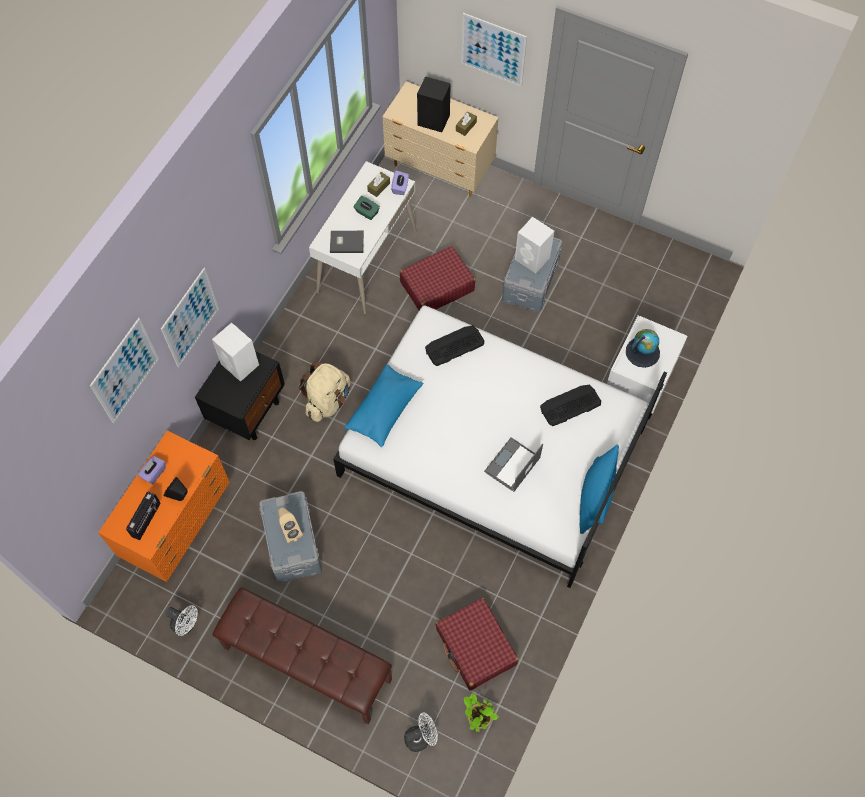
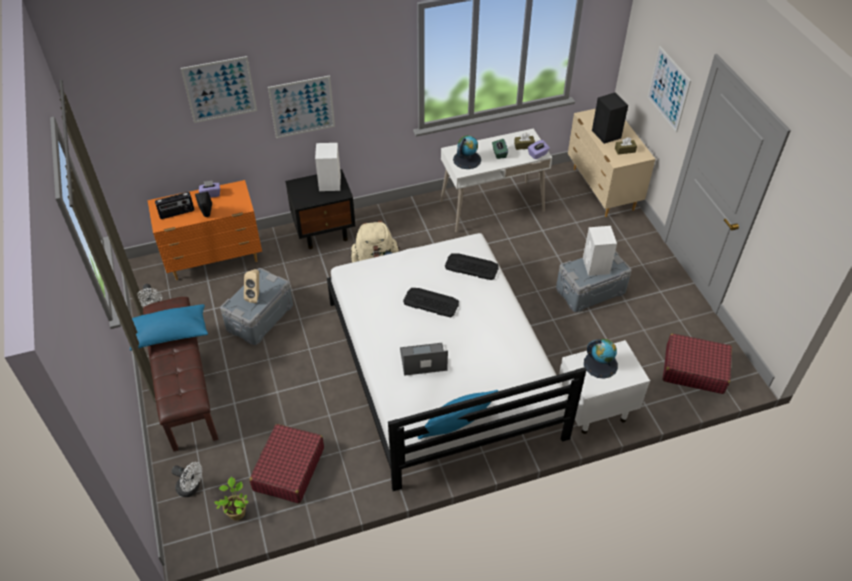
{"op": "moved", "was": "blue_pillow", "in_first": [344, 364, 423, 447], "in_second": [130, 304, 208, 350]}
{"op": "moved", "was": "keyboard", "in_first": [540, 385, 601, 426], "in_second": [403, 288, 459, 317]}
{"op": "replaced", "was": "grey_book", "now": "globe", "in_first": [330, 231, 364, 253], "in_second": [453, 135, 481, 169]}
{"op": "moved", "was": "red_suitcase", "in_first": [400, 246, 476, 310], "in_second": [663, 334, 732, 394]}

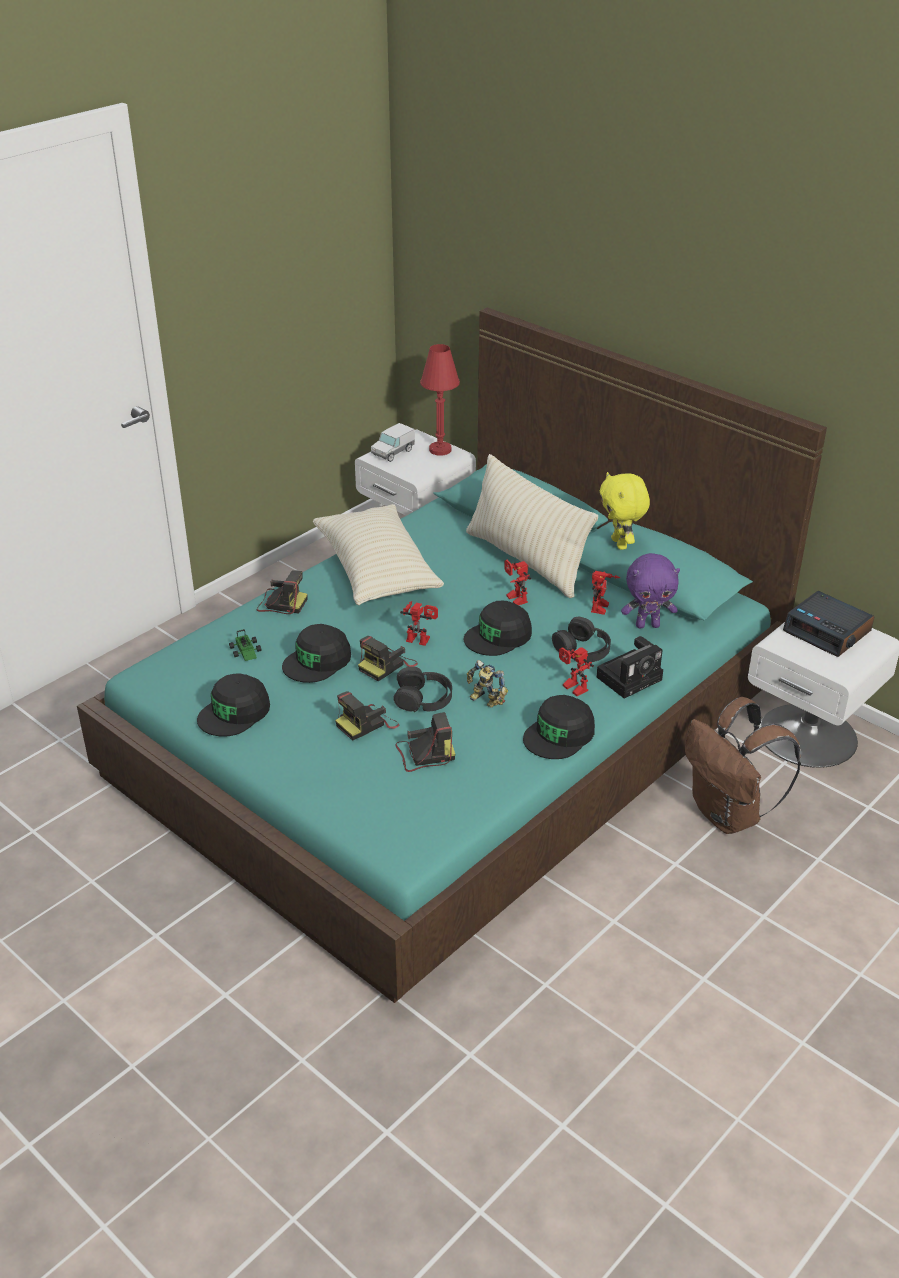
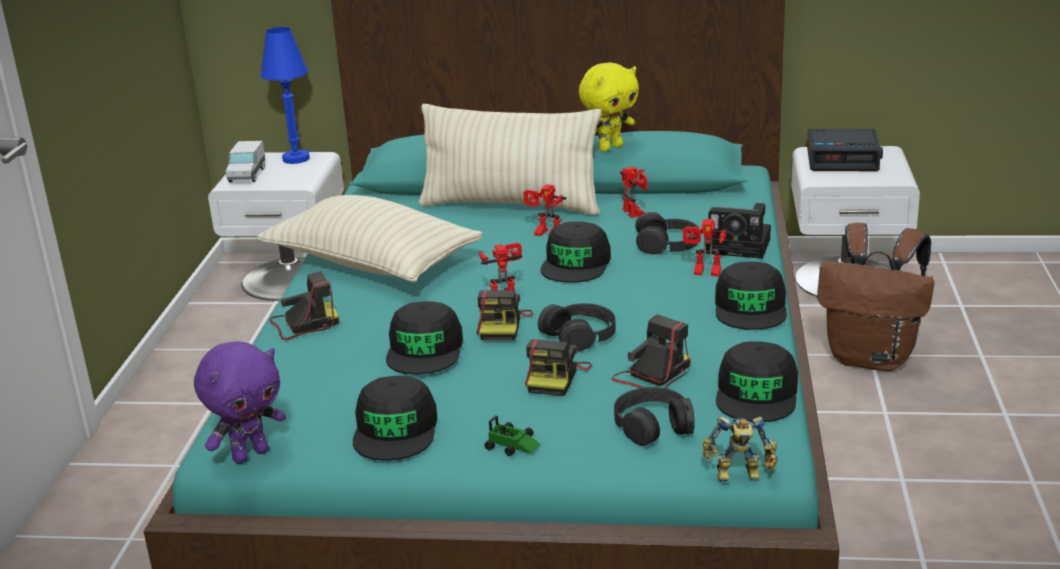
{"op": "moved", "was": "purple_plush_toy", "in_first": [621, 553, 680, 628], "in_second": [194, 341, 286, 464]}
{"op": "recoloured", "was": "red_table_lamp", "now": "blue_table_lamp", "in_first": [420, 344, 460, 456], "in_second": [260, 27, 310, 164]}
{"op": "moved", "was": "toy_car", "in_first": [229, 629, 262, 661], "in_second": [485, 416, 540, 456]}
{"op": "turned", "was": "yellow_plush_toy", "in_first": [600, 472, 650, 550], "in_second": [579, 62, 639, 152], "clockwise": -75}
{"op": "added", "now": "black_headphones", "in_second": [614, 387, 695, 446]}
{"op": "moved", "was": "toy_robot", "in_first": [467, 660, 508, 708], "in_second": [703, 416, 778, 482]}
{"op": "turned", "was": "photo_camera", "in_first": [597, 636, 663, 698], "in_second": [706, 203, 771, 259], "clockwise": 90}
{"op": "added", "now": "black_cap", "in_second": [716, 341, 798, 422]}

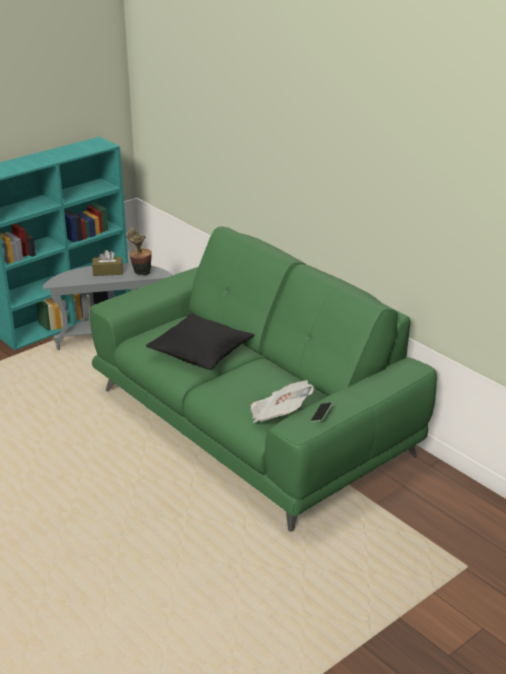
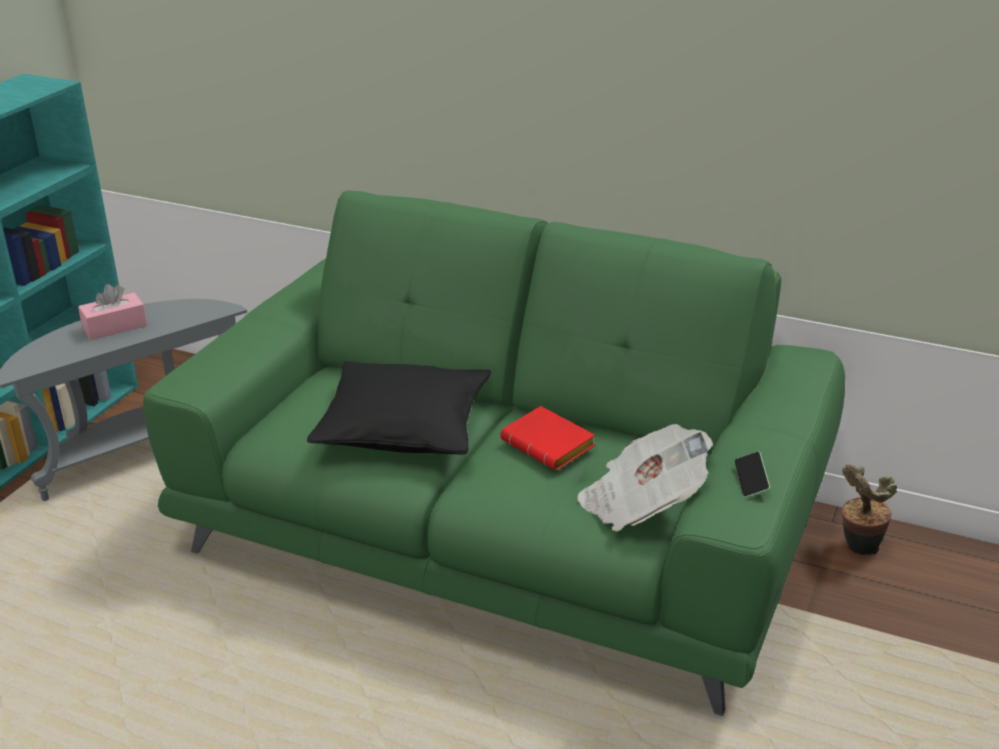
{"op": "recoloured", "was": "brown_tissue_box", "now": "pink_tissue_box", "in_first": [92, 250, 123, 276], "in_second": [78, 284, 147, 340]}
{"op": "added", "now": "red_book", "in_second": [501, 406, 595, 471]}
{"op": "moved", "was": "potted_plant", "in_first": [127, 228, 152, 276], "in_second": [842, 464, 897, 555]}

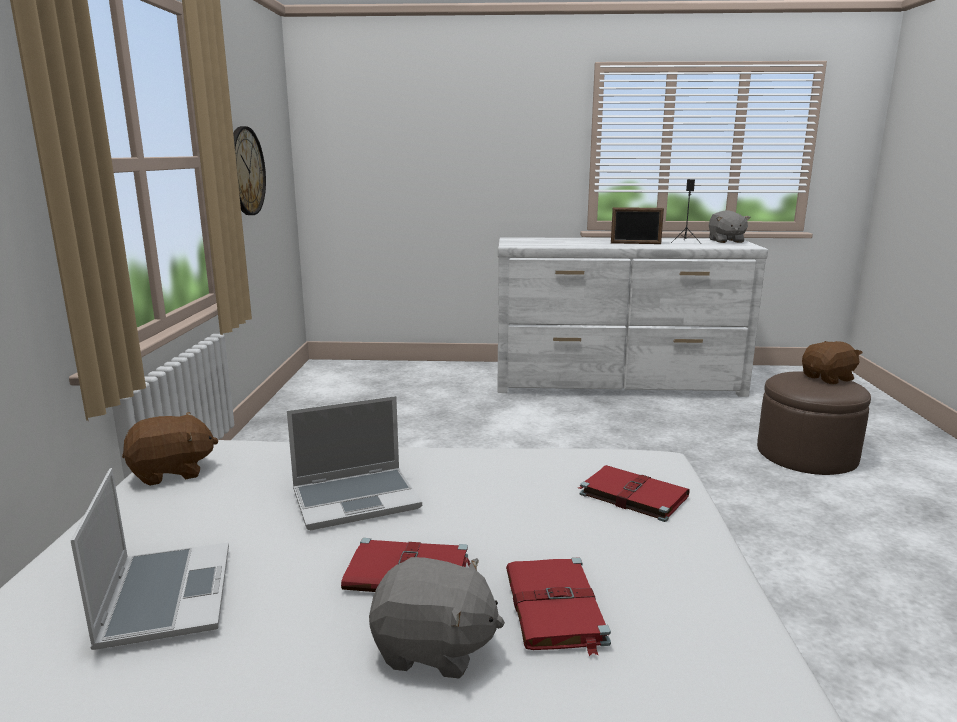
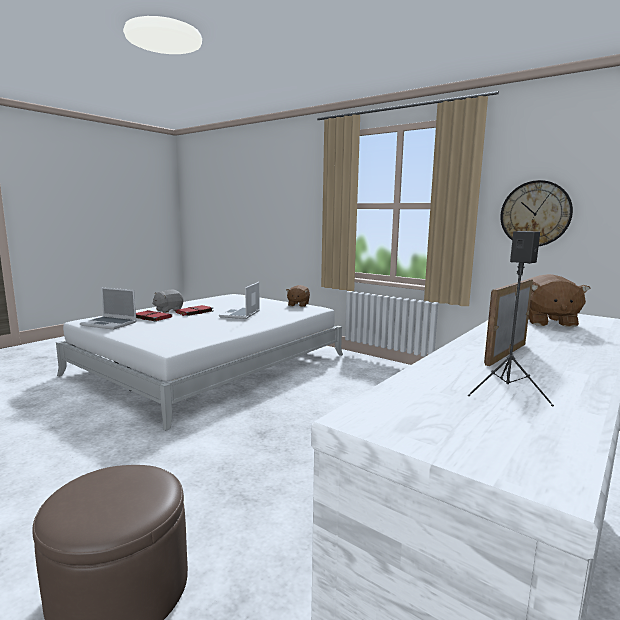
{"op": "moved", "was": "laptop", "in_first": [71, 468, 229, 650], "in_second": [80, 287, 137, 330]}
{"op": "moved", "was": "brown_plush_toy", "in_first": [802, 341, 863, 385], "in_second": [528, 274, 591, 327]}
{"op": "removed", "was": "red_book", "in_first": [578, 465, 690, 522]}
{"op": "removed", "was": "grey_plush_toy", "in_first": [709, 210, 751, 243]}

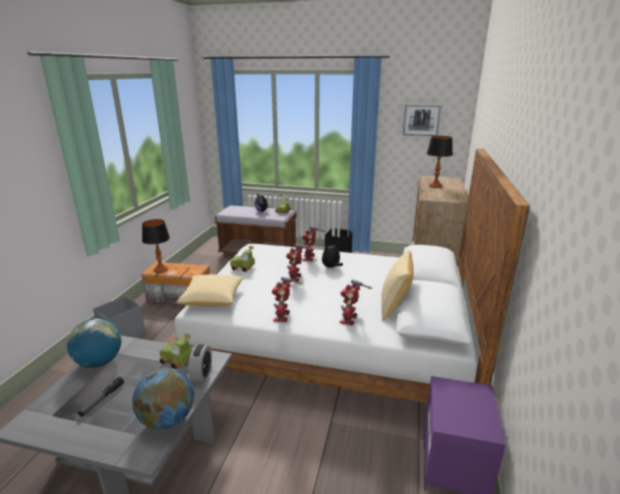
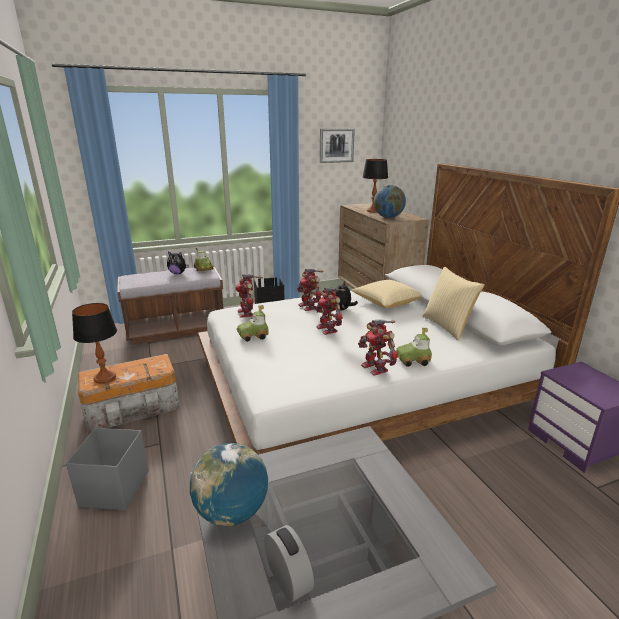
{"op": "moved", "was": "toy_robot", "in_first": [339, 279, 372, 326], "in_second": [236, 274, 263, 318]}
{"op": "moved", "was": "alarm_clock", "in_first": [188, 344, 212, 383], "in_second": [264, 525, 314, 602]}
{"op": "moved", "was": "pillow", "in_first": [176, 275, 244, 306], "in_second": [351, 280, 421, 308]}
{"op": "moved", "was": "globe", "in_first": [132, 367, 194, 430], "in_second": [374, 185, 406, 218]}
{"op": "moved", "was": "toy_car", "in_first": [160, 333, 193, 369], "in_second": [396, 328, 432, 367]}
{"op": "removed", "was": "flashlight", "in_first": [78, 377, 124, 417]}

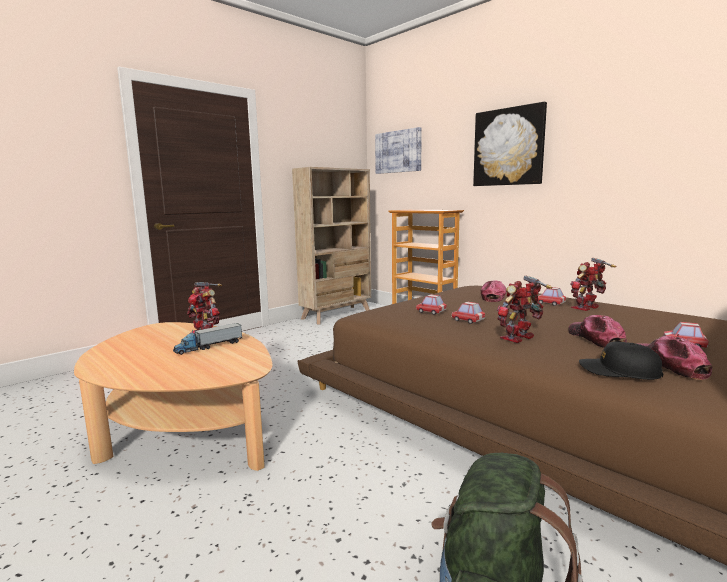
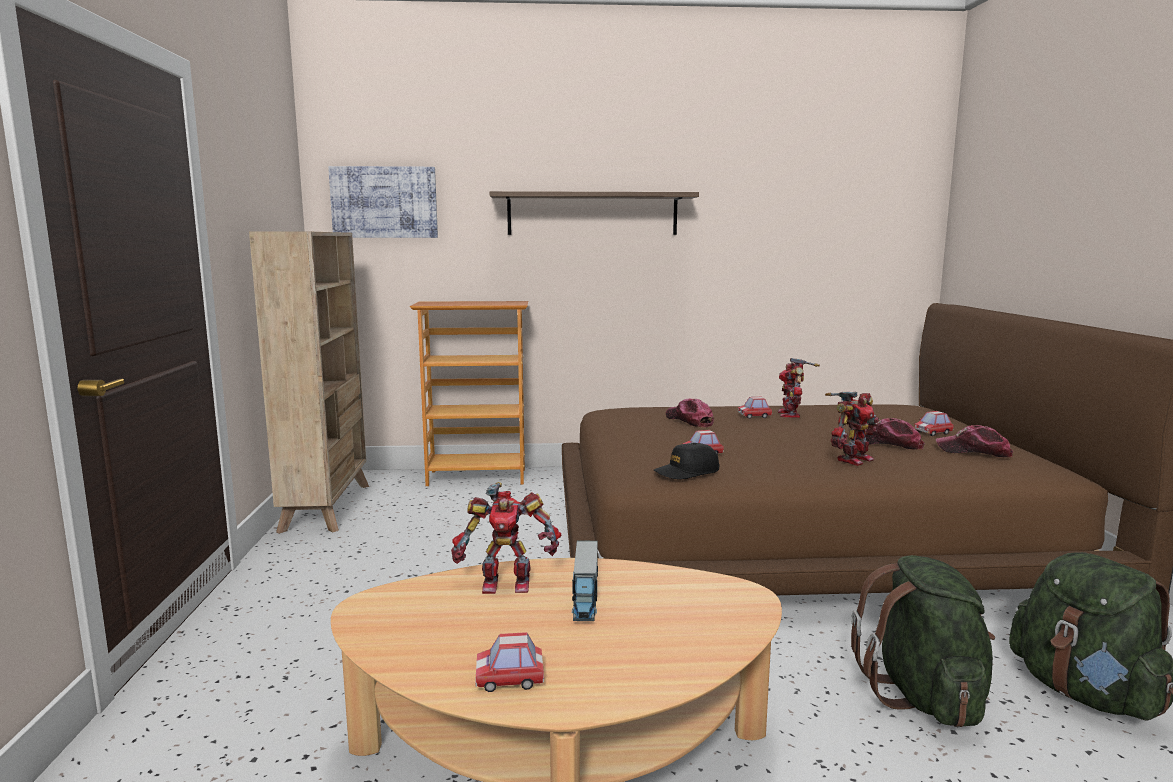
{"op": "moved", "was": "toy_car", "in_first": [451, 302, 485, 324], "in_second": [475, 632, 544, 692]}
{"op": "replaced", "was": "picture", "now": "shelf", "in_first": [473, 102, 547, 186], "in_second": [490, 191, 699, 235]}
{"op": "moved", "was": "black_cap", "in_first": [579, 342, 663, 380], "in_second": [654, 443, 720, 479]}
{"op": "turned", "was": "toy_robot", "in_first": [497, 275, 552, 343], "in_second": [825, 391, 879, 466], "clockwise": -135}
{"op": "added", "now": "green_backpack", "in_second": [851, 555, 995, 727]}

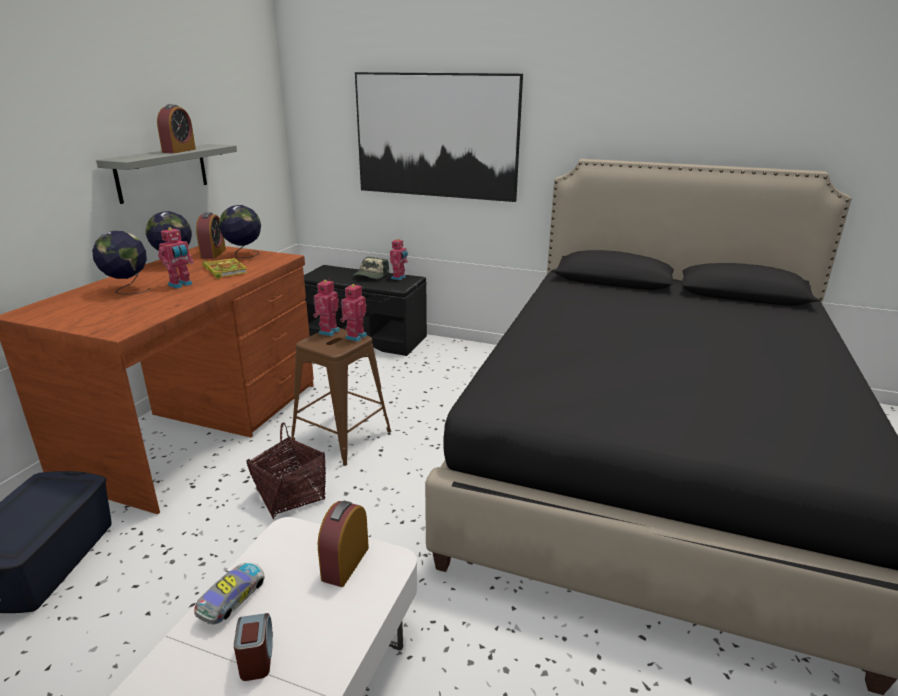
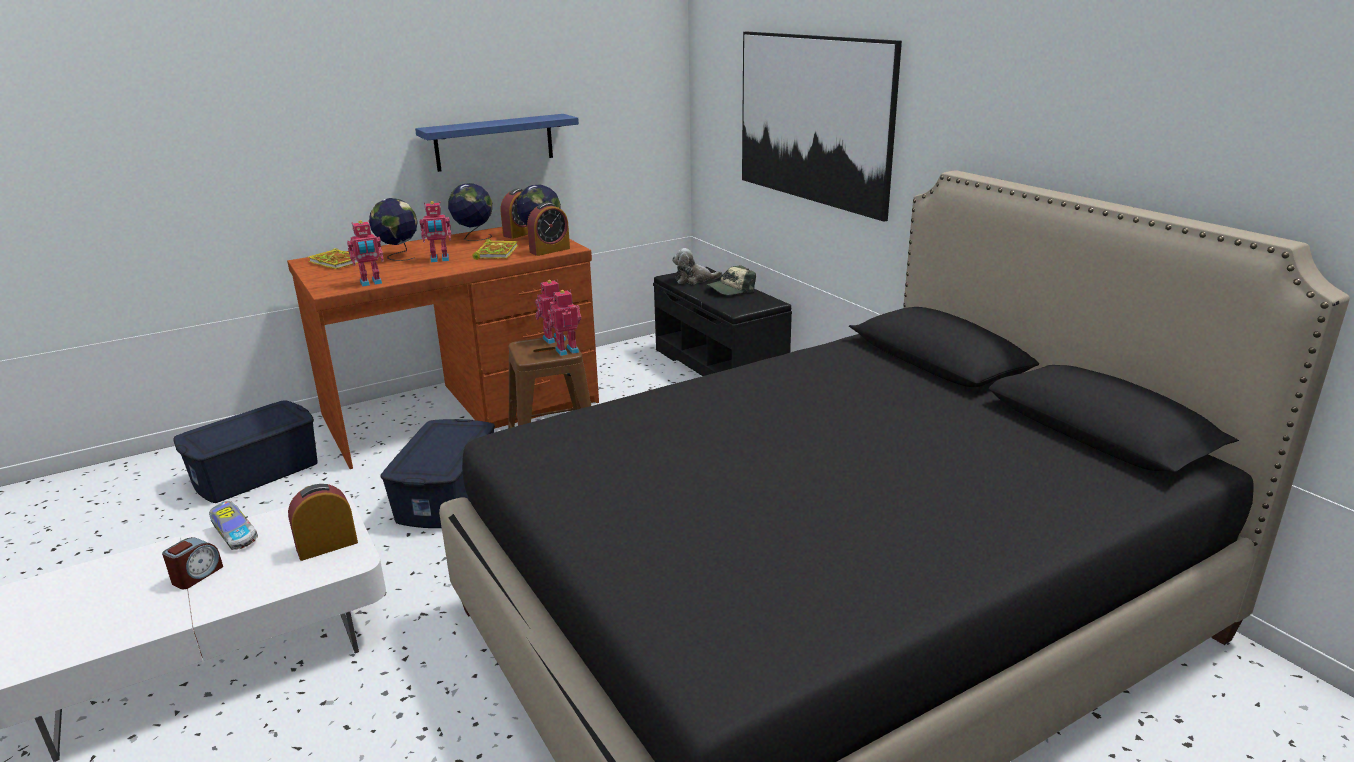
{"op": "turned", "was": "toy_car", "in_first": [194, 563, 265, 624], "in_second": [209, 501, 258, 550], "clockwise": 75}
{"op": "added", "now": "book", "in_second": [308, 248, 358, 269]}
{"op": "moved", "was": "toy_robot", "in_first": [390, 239, 408, 280], "in_second": [347, 220, 384, 287]}
{"op": "replaced", "was": "basket", "now": "blue_storage_box", "in_first": [247, 423, 326, 519], "in_second": [381, 419, 495, 528]}
{"op": "recoloured", "was": "grey_shelf", "now": "blue_shelf", "in_first": [96, 144, 237, 204], "in_second": [415, 114, 579, 172]}
{"op": "moved", "was": "alarm_clock", "in_first": [157, 104, 196, 153], "in_second": [527, 203, 570, 256]}
{"op": "added", "now": "plush_toy", "in_second": [672, 248, 722, 284]}

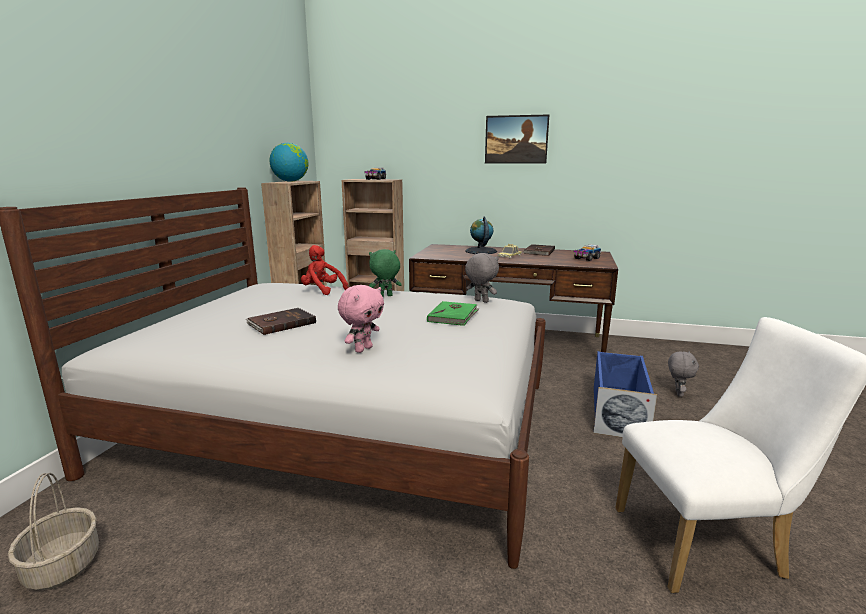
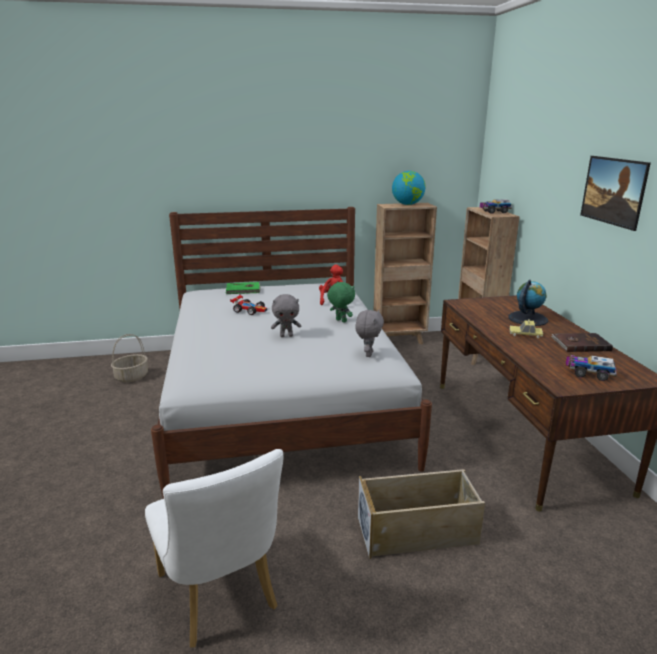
{"op": "moved", "was": "green_book", "in_first": [427, 301, 480, 326], "in_second": [226, 282, 261, 294]}
{"op": "replaced", "was": "brown_book", "now": "toy_car", "in_first": [246, 308, 316, 335], "in_second": [230, 294, 267, 315]}
{"op": "moved", "was": "grey_plush_toy", "in_first": [668, 351, 699, 397], "in_second": [271, 294, 301, 337]}
{"op": "recoloured", "was": "blue_storage_box", "now": "beige_storage_box", "in_first": [594, 351, 657, 437], "in_second": [358, 469, 485, 559]}
{"op": "removed", "was": "pink_plush_toy", "in_first": [338, 285, 384, 353]}

